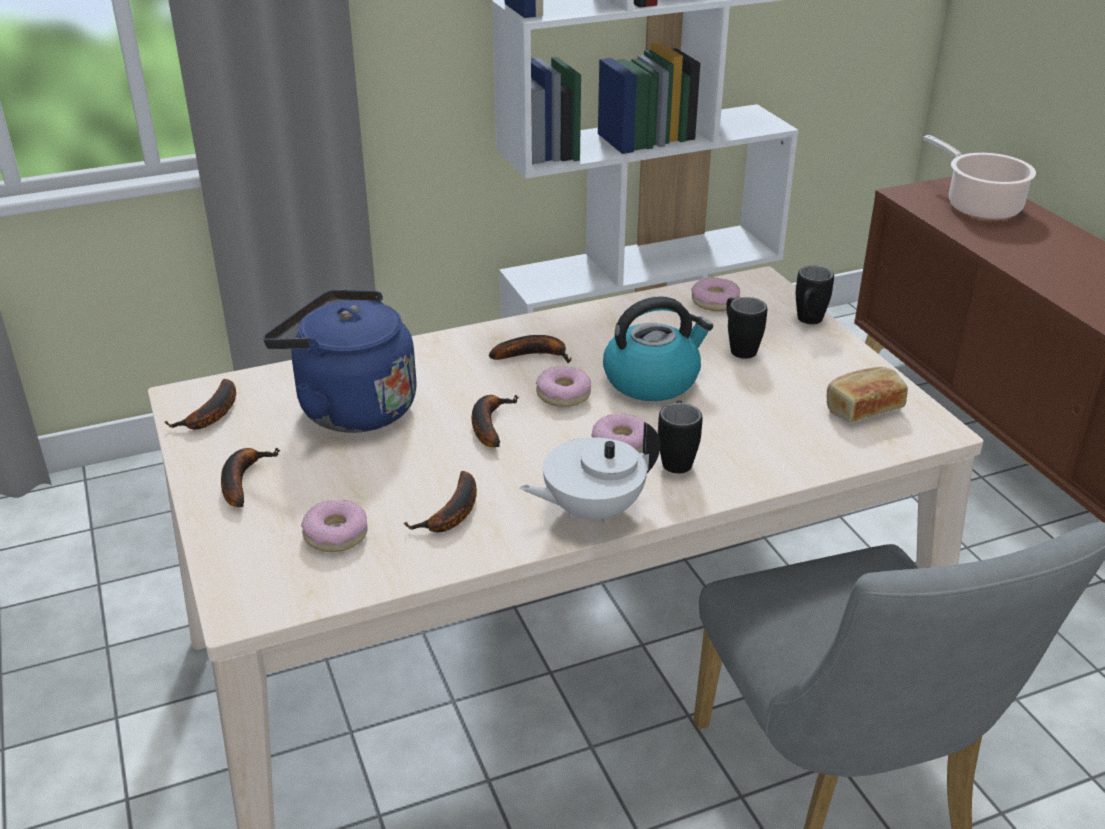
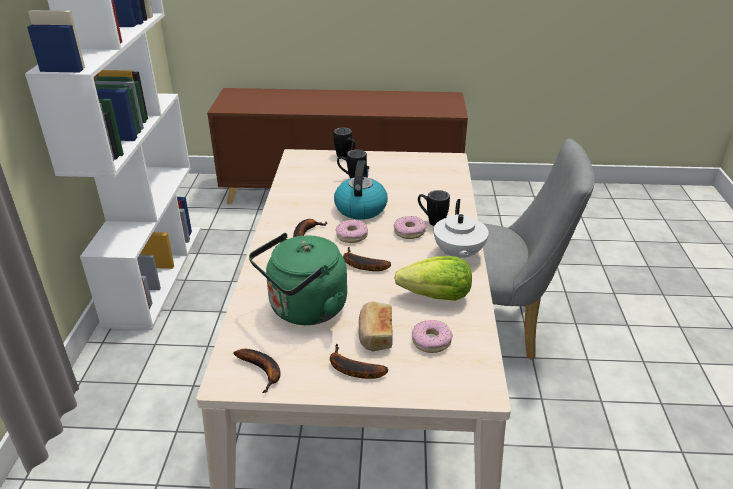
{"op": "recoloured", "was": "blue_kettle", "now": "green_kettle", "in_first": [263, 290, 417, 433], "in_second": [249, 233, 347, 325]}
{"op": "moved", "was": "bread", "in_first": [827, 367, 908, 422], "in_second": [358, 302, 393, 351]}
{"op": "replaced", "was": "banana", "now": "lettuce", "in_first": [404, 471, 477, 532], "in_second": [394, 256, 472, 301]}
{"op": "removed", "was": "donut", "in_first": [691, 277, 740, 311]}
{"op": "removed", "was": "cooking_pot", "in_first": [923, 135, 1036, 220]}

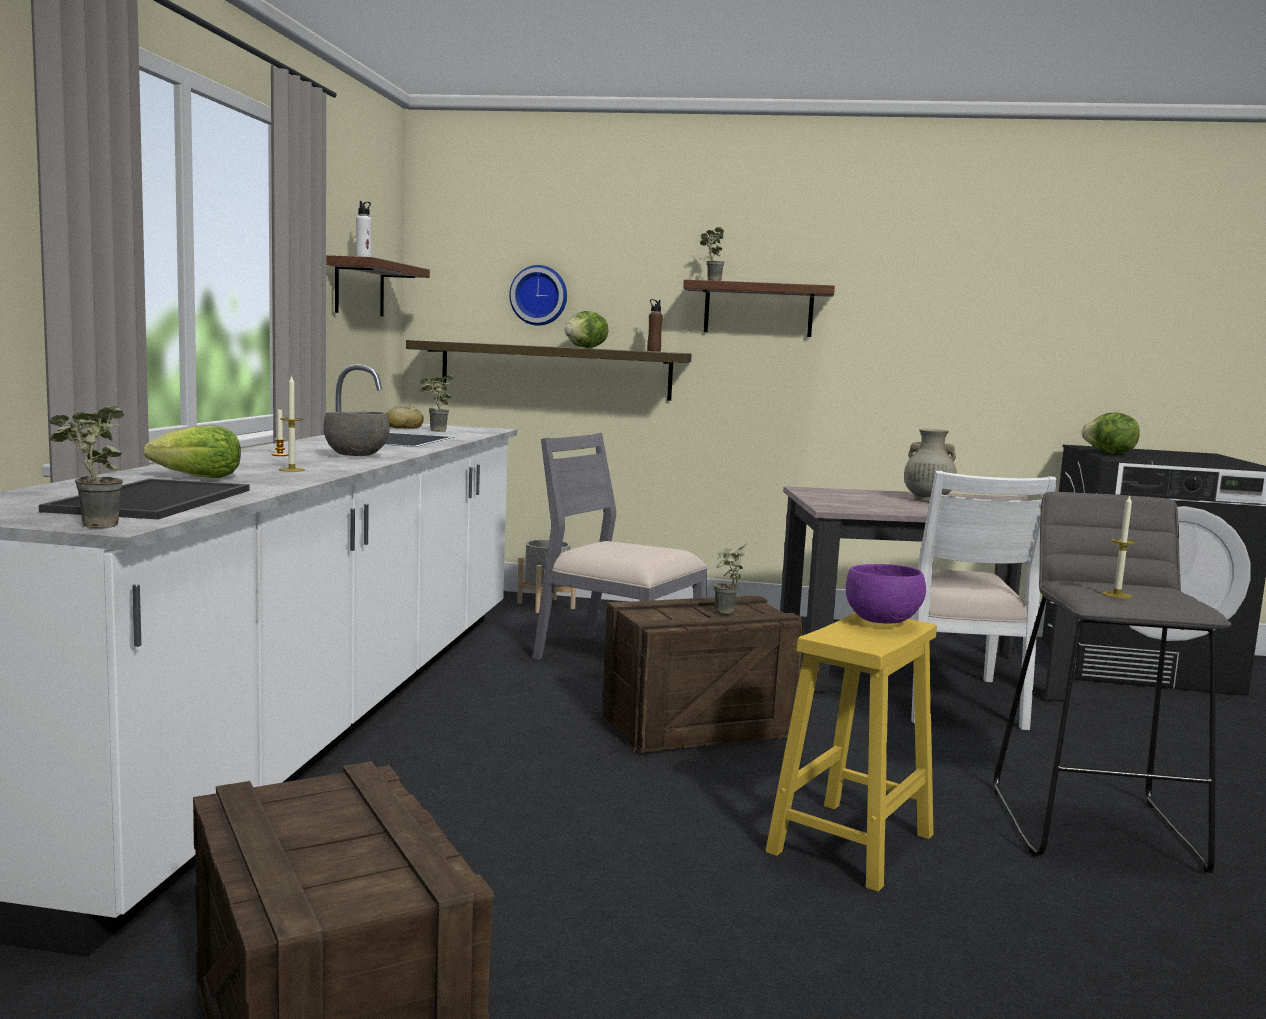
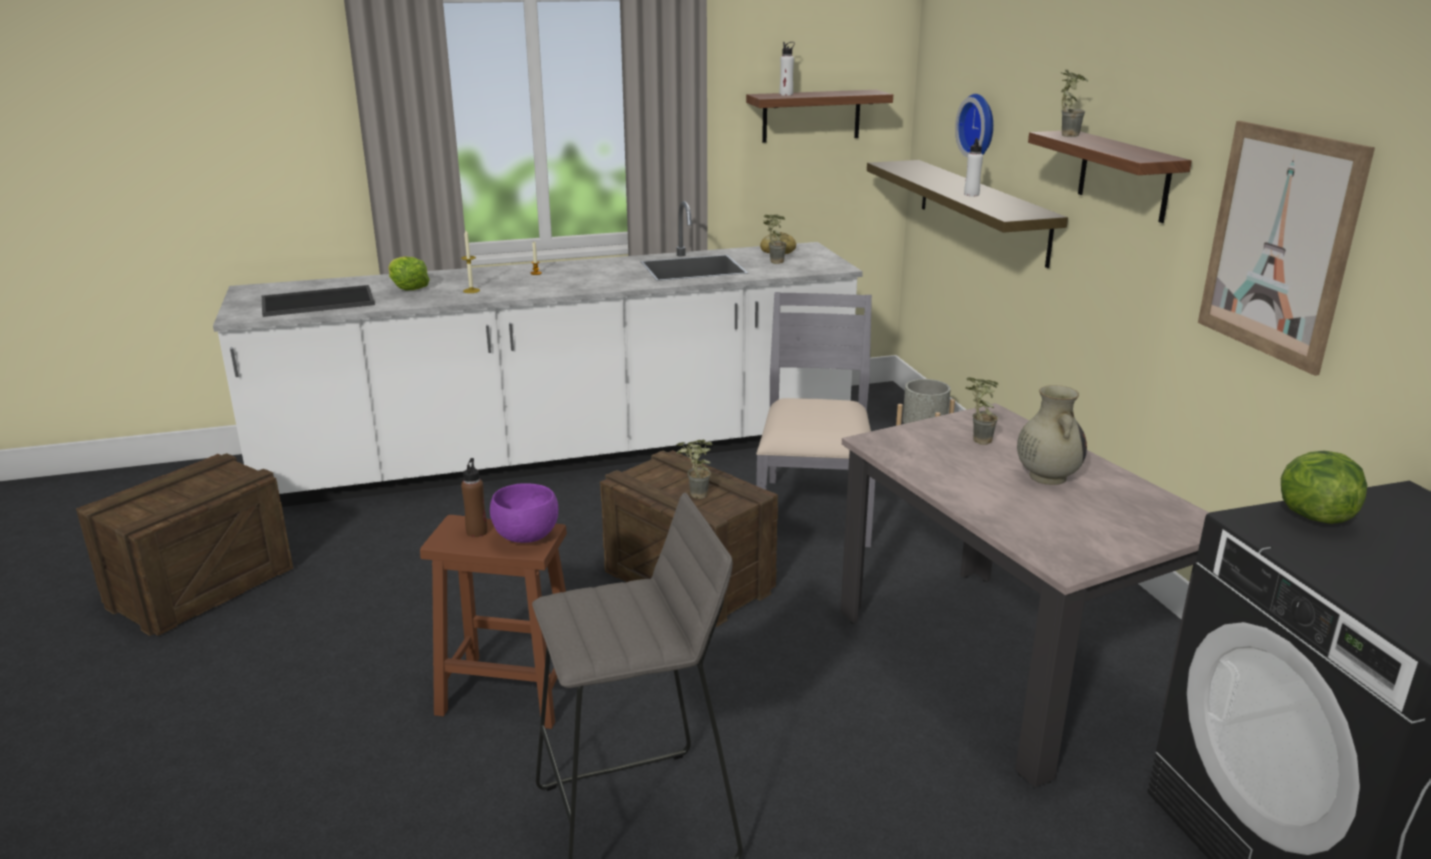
{"op": "recoloured", "was": "yellow_stool", "now": "brown_stool", "in_first": [766, 612, 937, 892], "in_second": [420, 515, 567, 729]}
{"op": "moved", "was": "brown_bottle", "in_first": [647, 299, 663, 352], "in_second": [461, 458, 488, 537]}
{"op": "replaced", "was": "lettuce", "now": "white_bottle", "in_first": [564, 311, 609, 348], "in_second": [964, 138, 983, 196]}
{"op": "moved", "was": "potted_plant", "in_first": [49, 406, 124, 528], "in_second": [965, 377, 998, 445]}
{"op": "added", "now": "picture", "in_second": [1198, 121, 1375, 376]}
{"op": "removed", "was": "grey_bowl", "in_first": [324, 412, 390, 456]}
{"op": "removed", "was": "white_chair", "in_first": [908, 471, 1057, 730]}
{"op": "removed", "was": "candle", "in_first": [1102, 494, 1137, 599]}

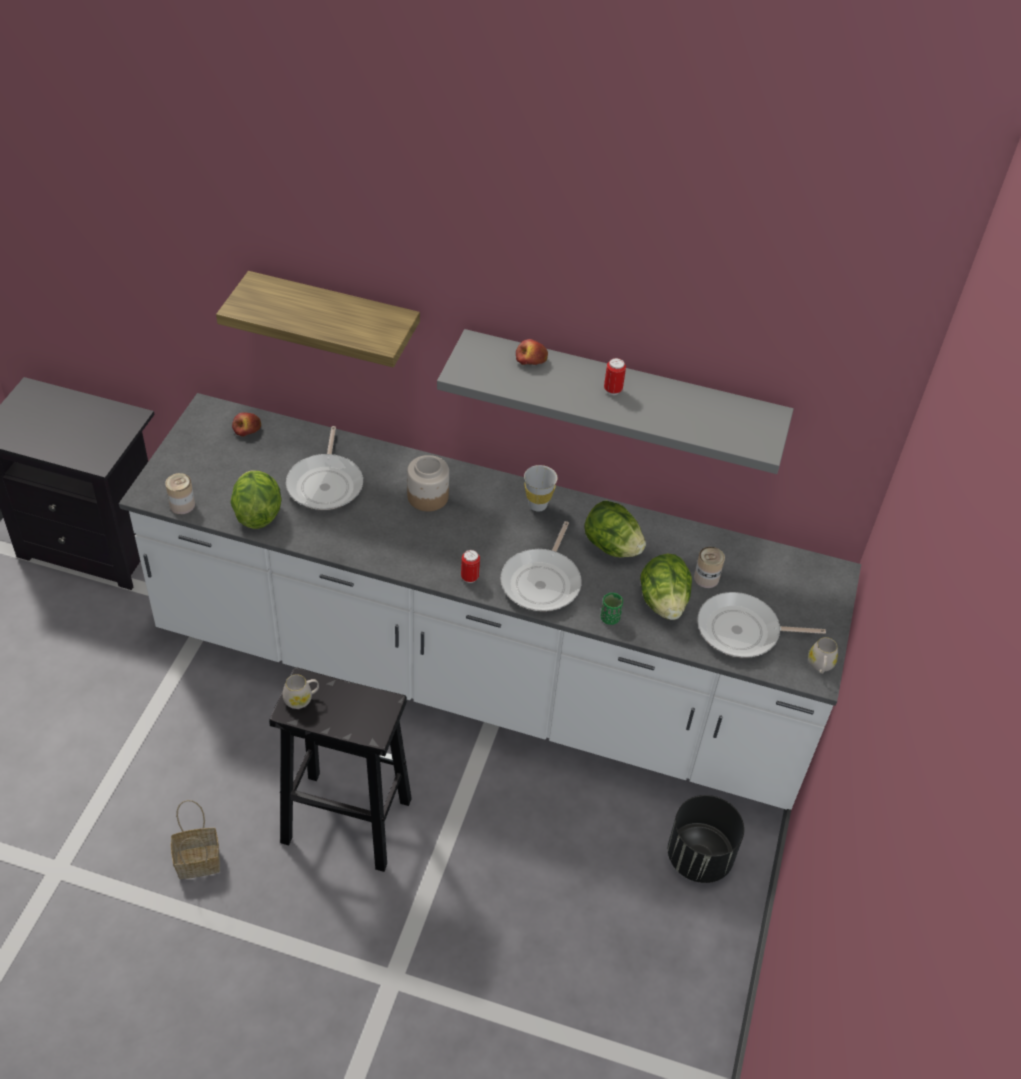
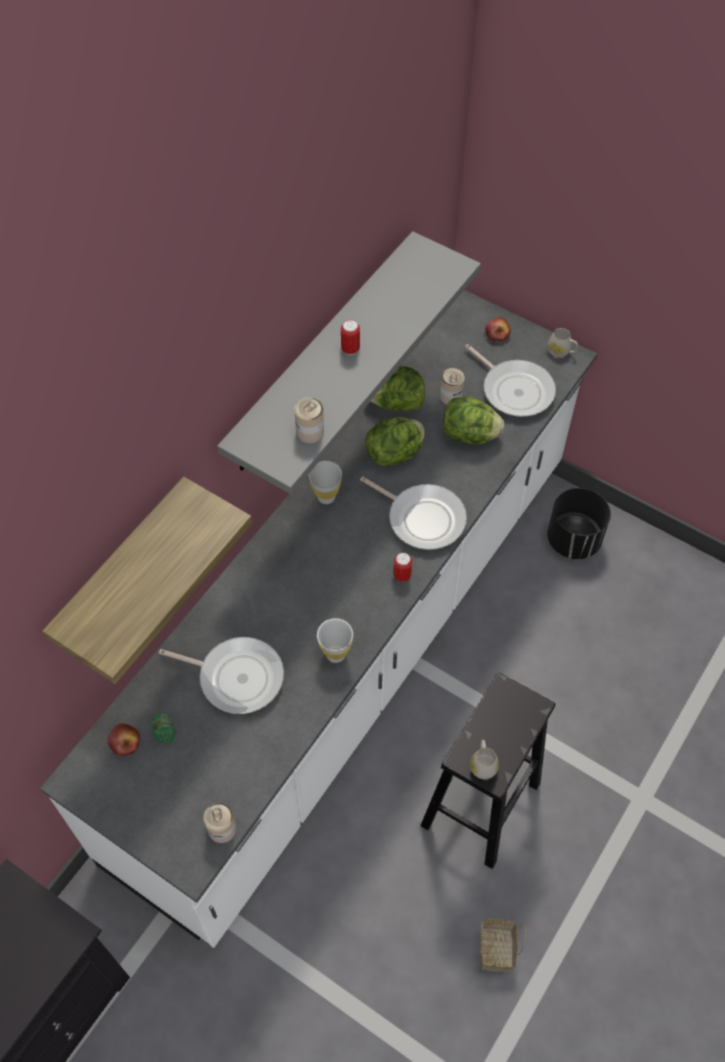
{"op": "moved", "was": "green_cup", "in_first": [601, 593, 623, 625], "in_second": [151, 713, 176, 744]}
{"op": "added", "now": "can", "in_second": [294, 397, 324, 443]}
{"op": "added", "now": "white_cup", "in_second": [317, 618, 353, 663]}
{"op": "moved", "was": "lettuce", "in_first": [230, 471, 282, 529], "in_second": [370, 366, 425, 411]}
{"op": "turned", "was": "frying_pan", "in_first": [697, 592, 826, 658], "in_second": [465, 344, 556, 417], "clockwise": -60}
{"op": "moved", "was": "apple", "in_first": [516, 339, 548, 365], "in_second": [485, 317, 511, 342]}
{"op": "removed", "was": "jar", "in_first": [407, 455, 449, 511]}

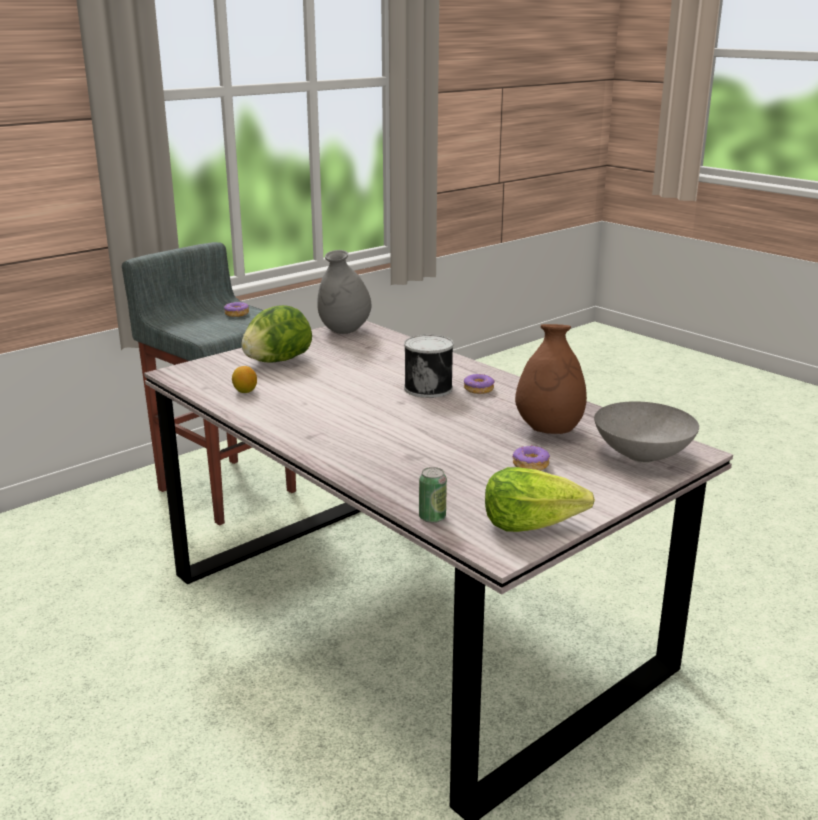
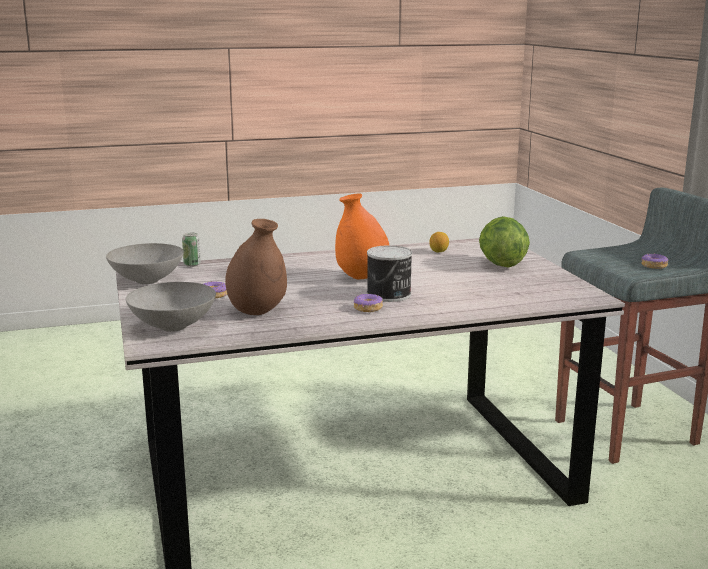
{"op": "replaced", "was": "lettuce", "now": "grey_bowl", "in_first": [485, 467, 595, 532], "in_second": [106, 243, 184, 284]}
{"op": "added", "now": "orange_vase", "in_second": [335, 193, 389, 279]}
{"op": "removed", "was": "grey_vase", "in_first": [317, 250, 372, 334]}

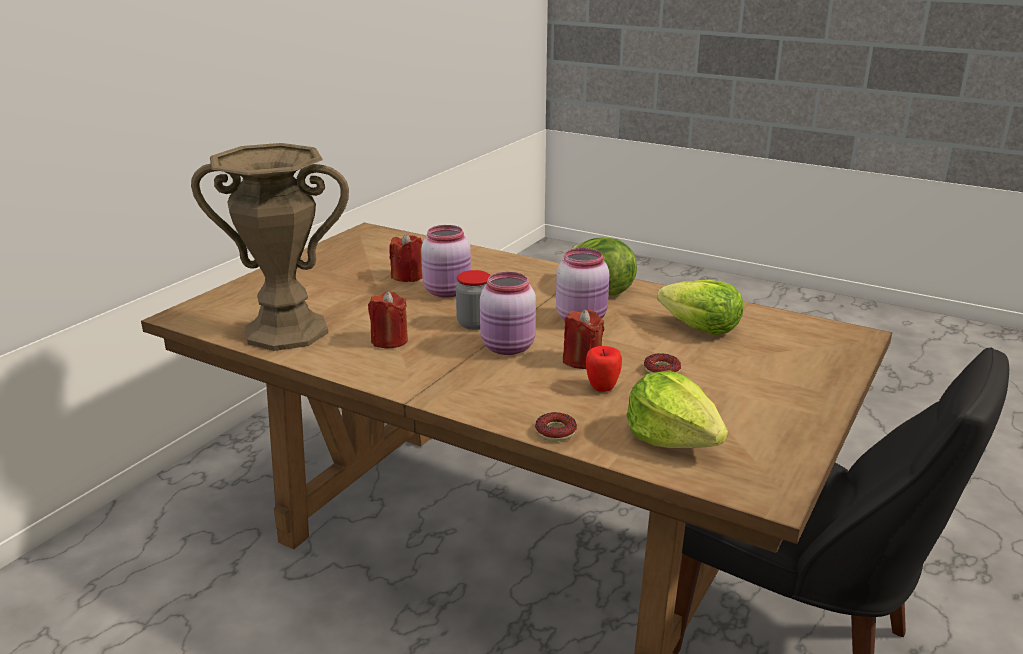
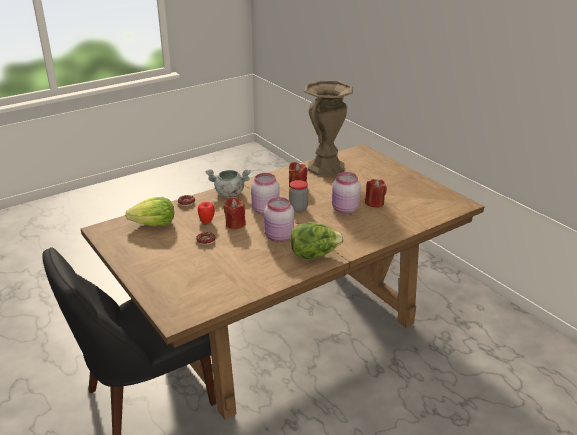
{"op": "added", "now": "grey_cooking_pot", "in_second": [205, 169, 251, 197]}
{"op": "removed", "was": "lettuce", "in_first": [657, 280, 743, 335]}

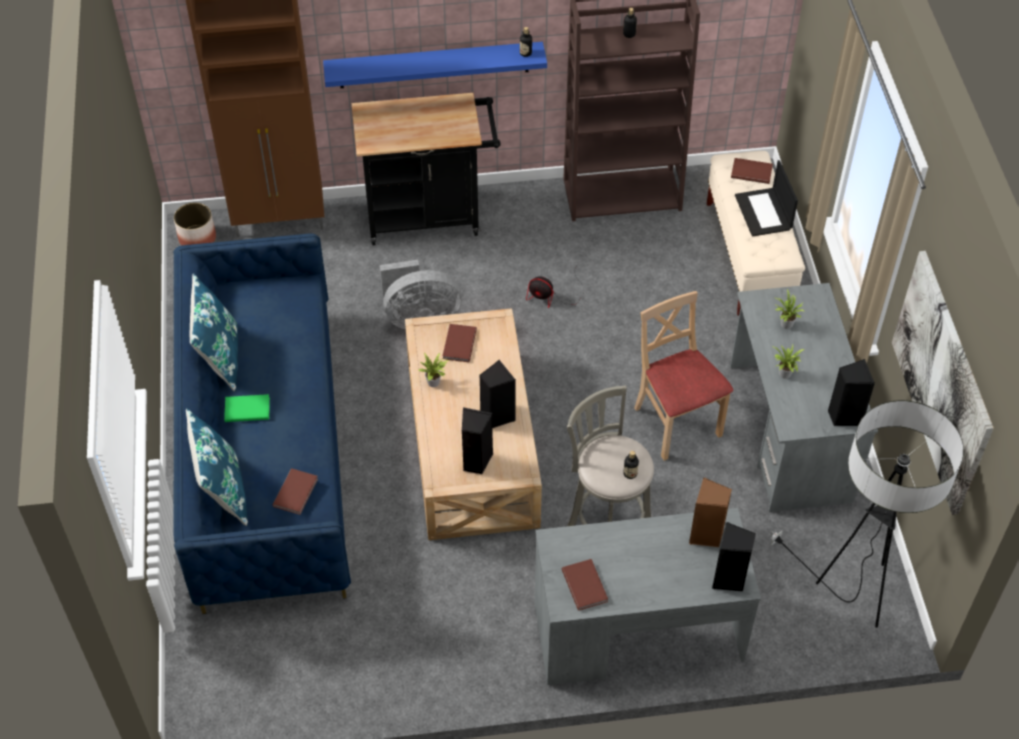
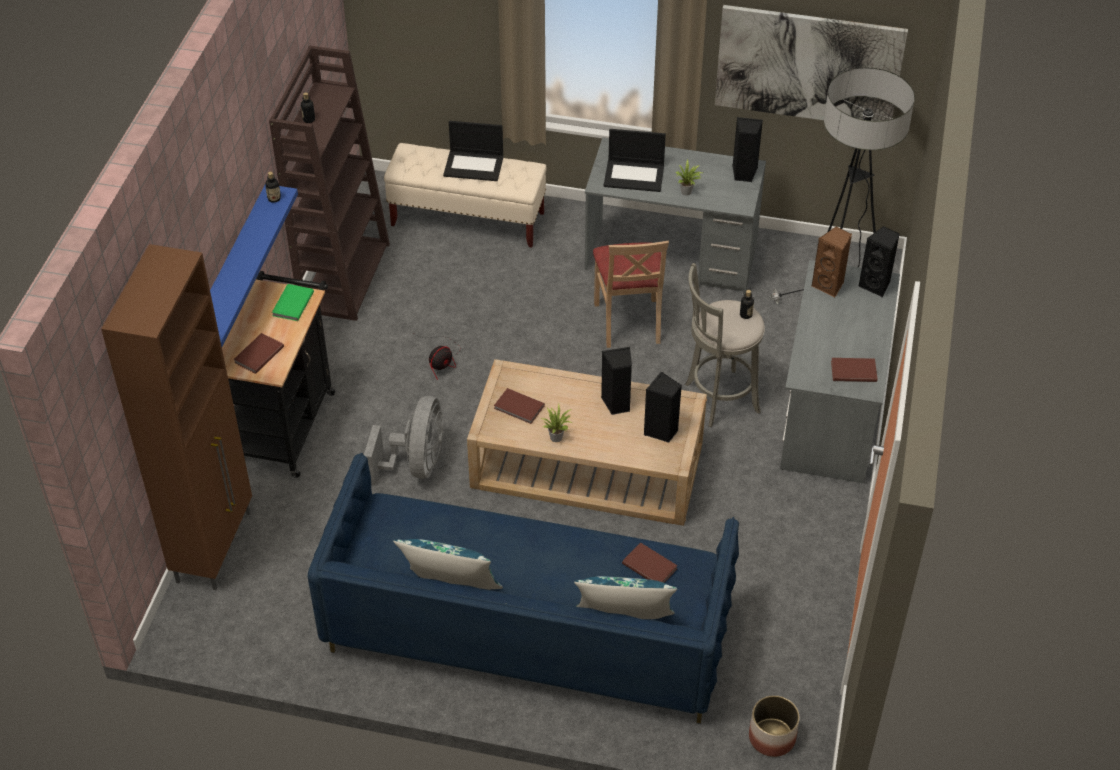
{"op": "moved", "was": "brown_book", "in_first": [731, 158, 773, 184], "in_second": [233, 333, 284, 374]}
{"op": "moved", "was": "green_book", "in_first": [224, 394, 270, 422], "in_second": [272, 284, 314, 321]}
{"op": "turned", "was": "beige_chair", "in_first": [634, 291, 733, 461], "in_second": [593, 240, 669, 348], "clockwise": -90}
{"op": "replaced", "was": "potted_plant", "now": "laptop", "in_first": [774, 289, 804, 329], "in_second": [604, 129, 666, 192]}
{"op": "moved", "was": "planter", "in_first": [174, 202, 216, 245], "in_second": [749, 695, 800, 757]}

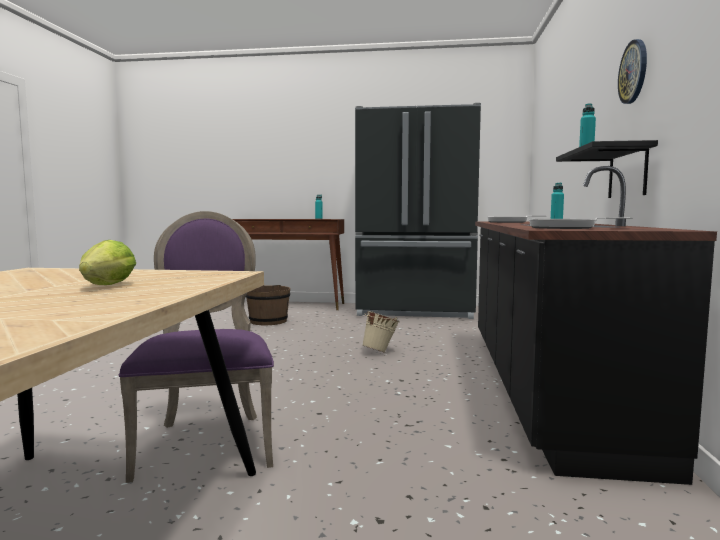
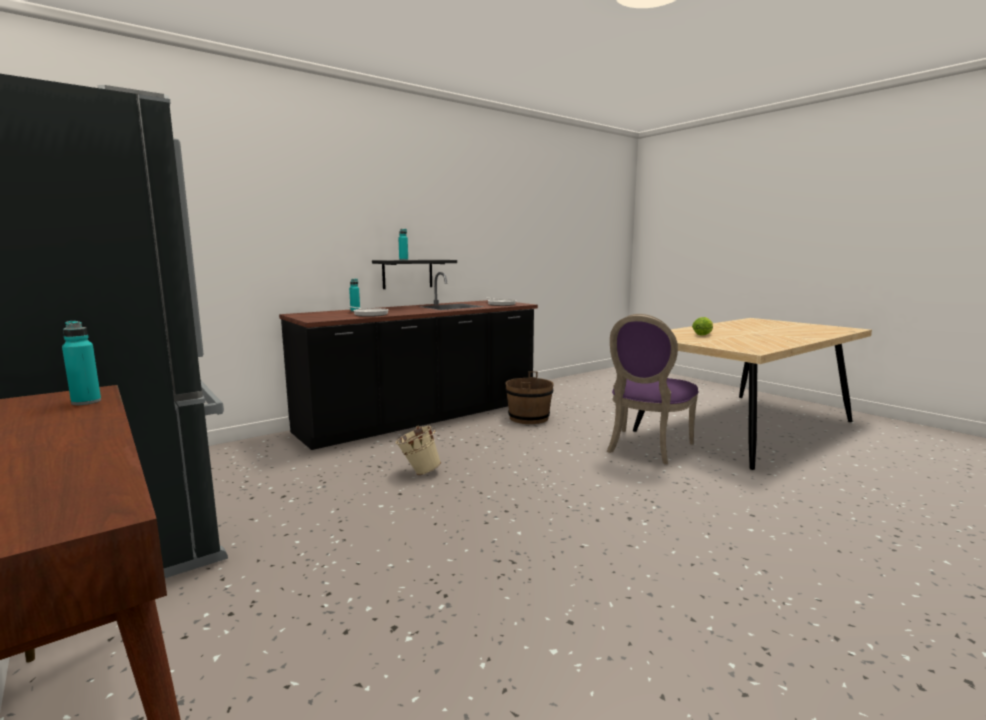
{"op": "moved", "was": "brown_bucket", "in_first": [246, 285, 290, 325], "in_second": [505, 371, 554, 424]}
{"op": "removed", "was": "wall_clock", "in_first": [618, 39, 647, 104]}

